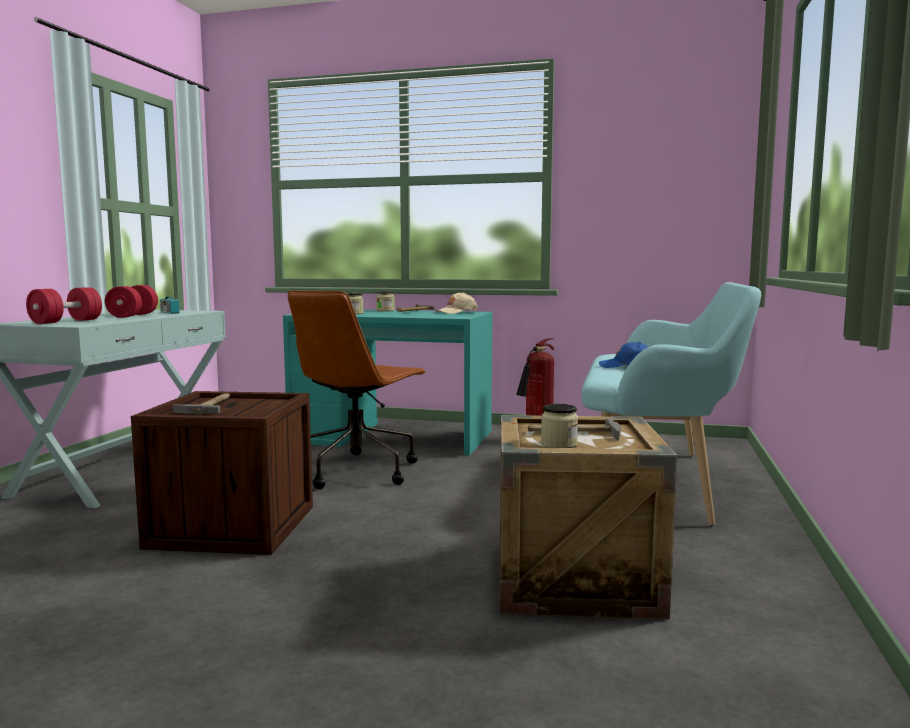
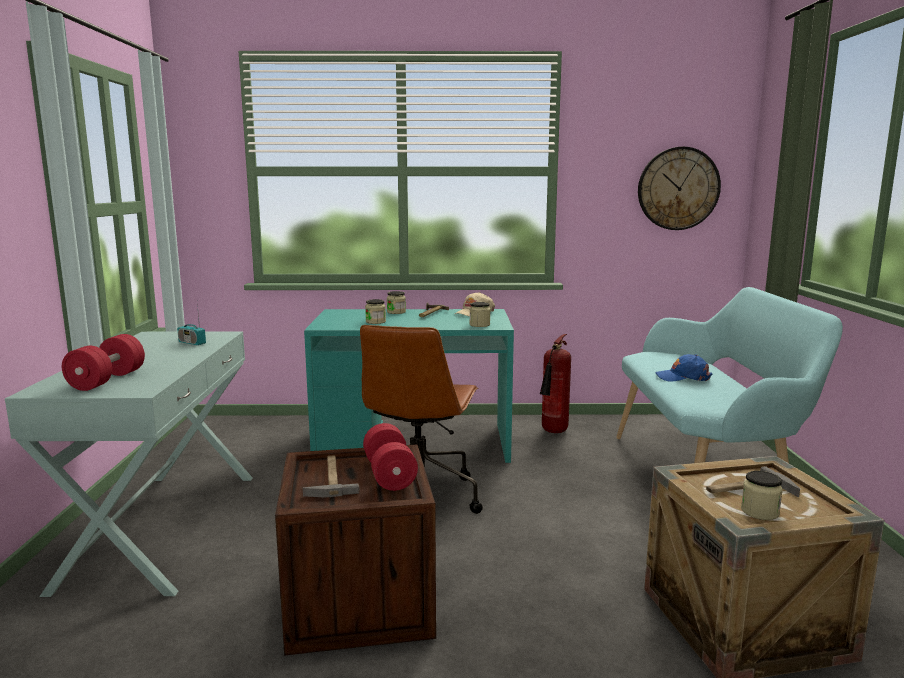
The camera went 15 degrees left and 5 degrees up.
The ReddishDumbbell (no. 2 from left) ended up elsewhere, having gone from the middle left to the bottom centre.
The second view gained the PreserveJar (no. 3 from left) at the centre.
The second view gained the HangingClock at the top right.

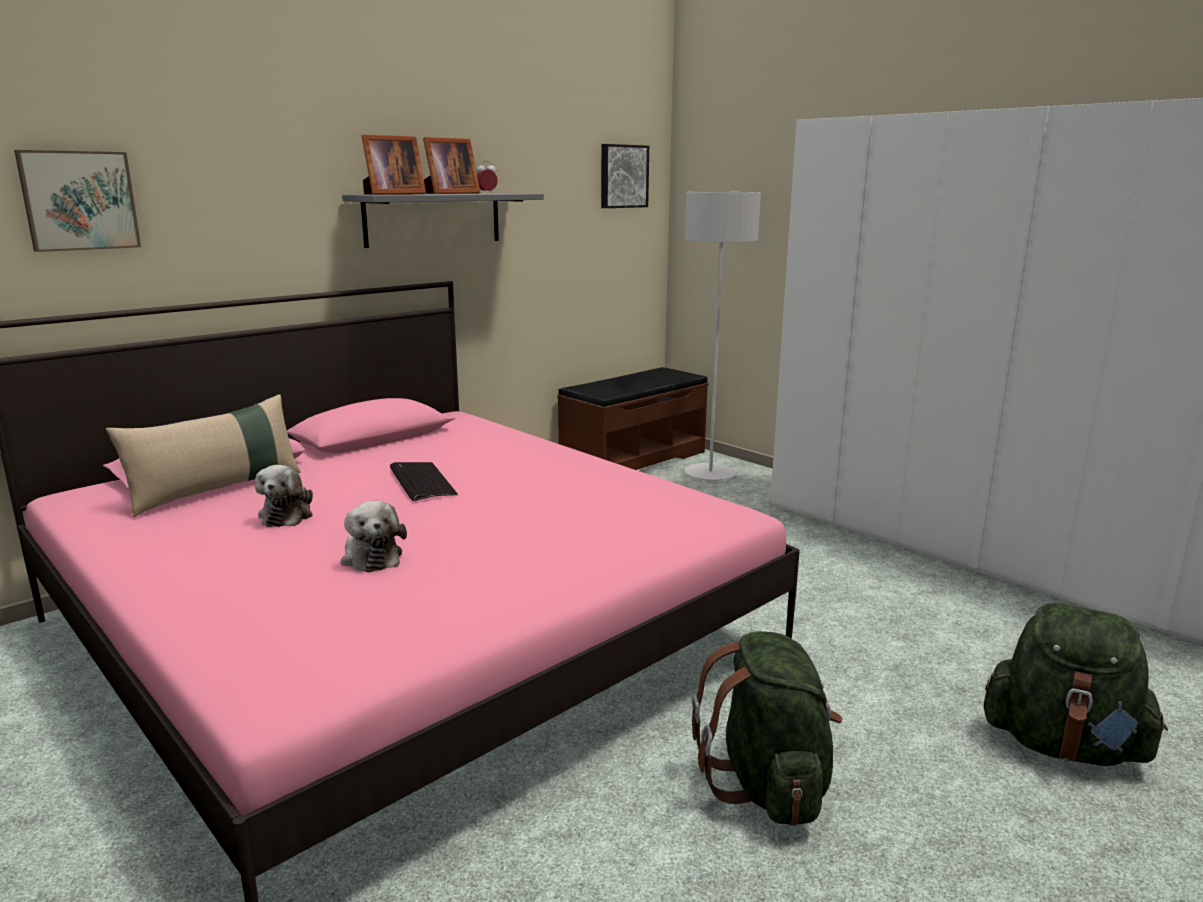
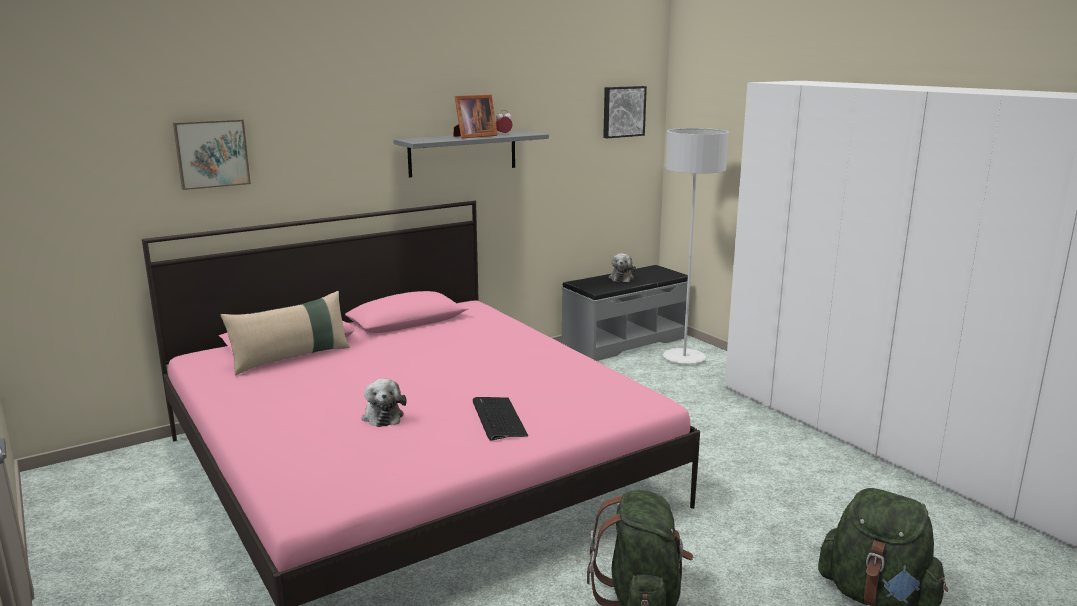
The camera went 10 degrees right and 0 degrees up.
The CuddlyToy (no. 1 from left in the first image) ended up elsewhere, having gone from the middle left to the centre.
The second view lost the PhotoFrame (no. 1 from left) at the top left.
The Keyboard ended up elsewhere, having gone from the centre to the bottom centre.
What was the BrownBench at the centre turned into the GreyBench at the centre.

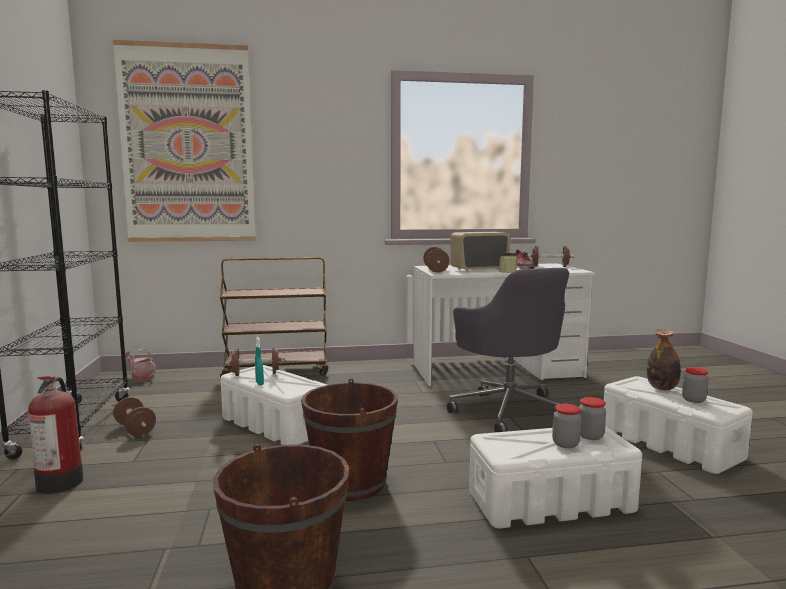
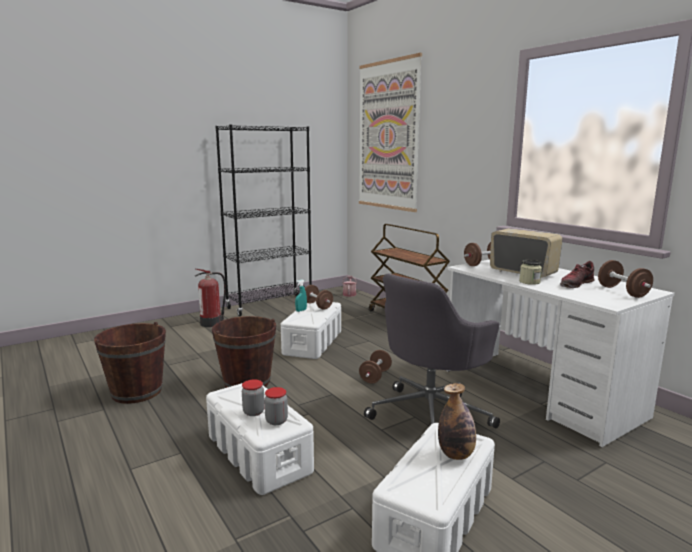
The camera went 65 degrees right and 5 degrees up.
The BrownDumbbell (no. 1 from left in the first image) ended up elsewhere, having gone from the bottom left to the centre.
The second view lost the PreserveJar (no. 4 from left) at the middle right.

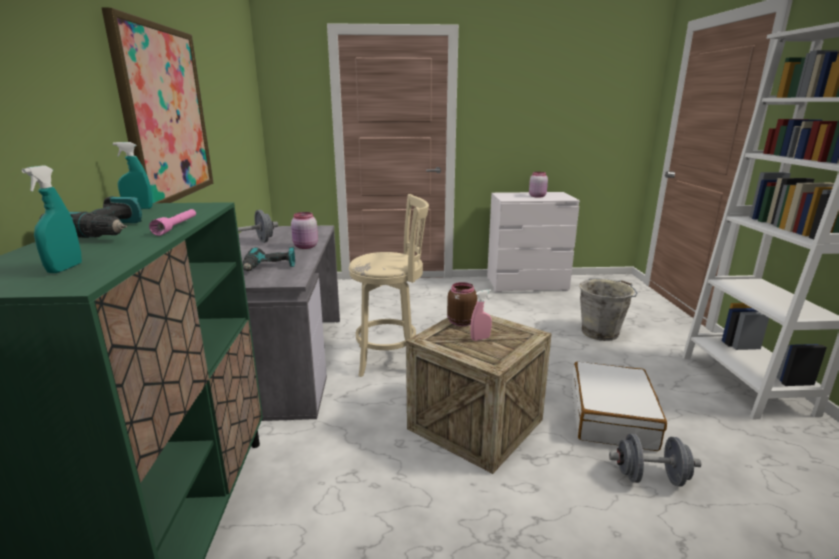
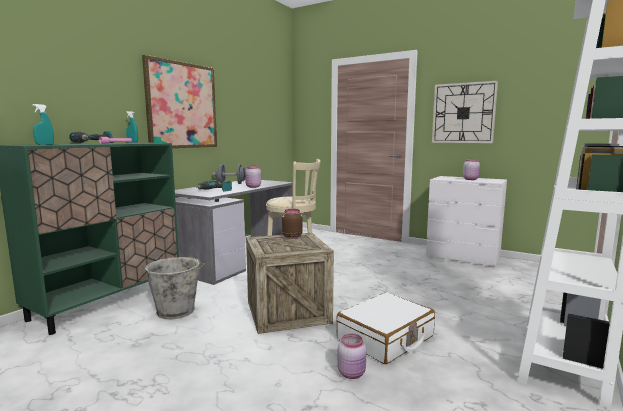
The camera went 35 degrees right and 10 degrees down.
The second view lost the PinkishHandSprayer at the centre.
The GreyWaterBucket ended up elsewhere, having gone from the middle right to the bottom left.
Where the GreyDumbbell (no. 2 from left) stood at the bottom right, the PinkishPreserveJar (no. 2 from left) came to stand at the bottom centre.
The second view gained the HangingClock at the top right.

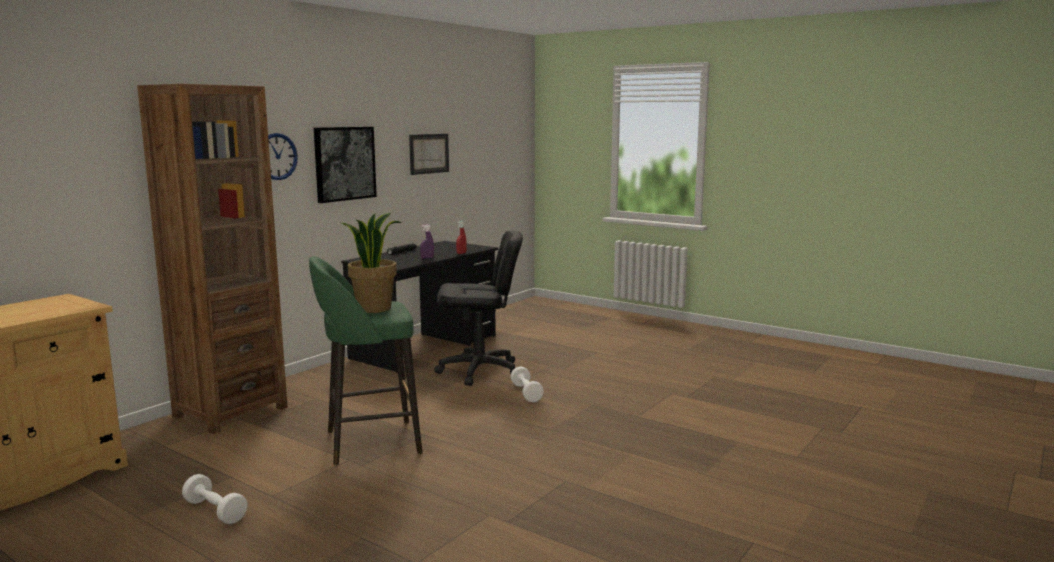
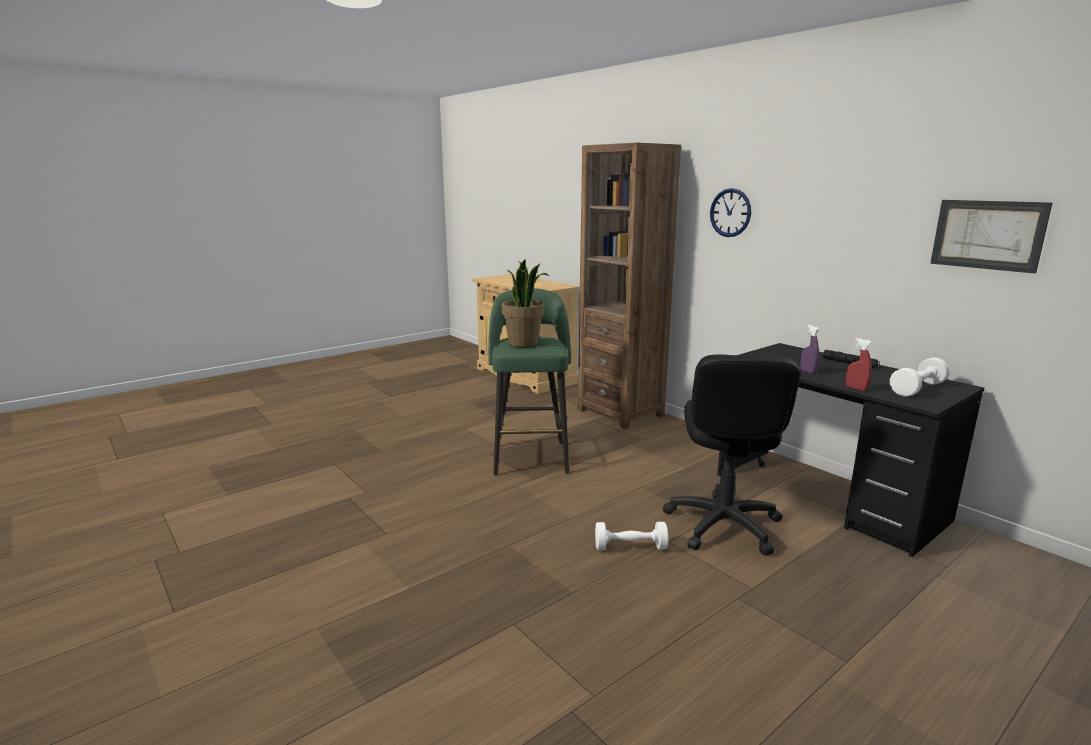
The camera went 105 degrees right and 5 degrees up.
The WhiteColouredDumbbell (no. 1 from left in the first image) ended up elsewhere, having gone from the bottom left to the middle right.
The second view lost the WallArt (no. 1 from left) at the top left.

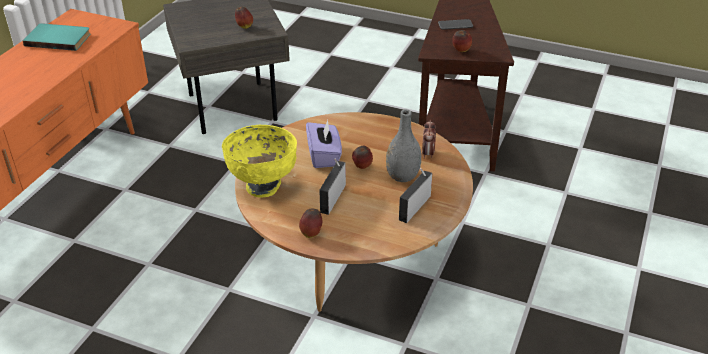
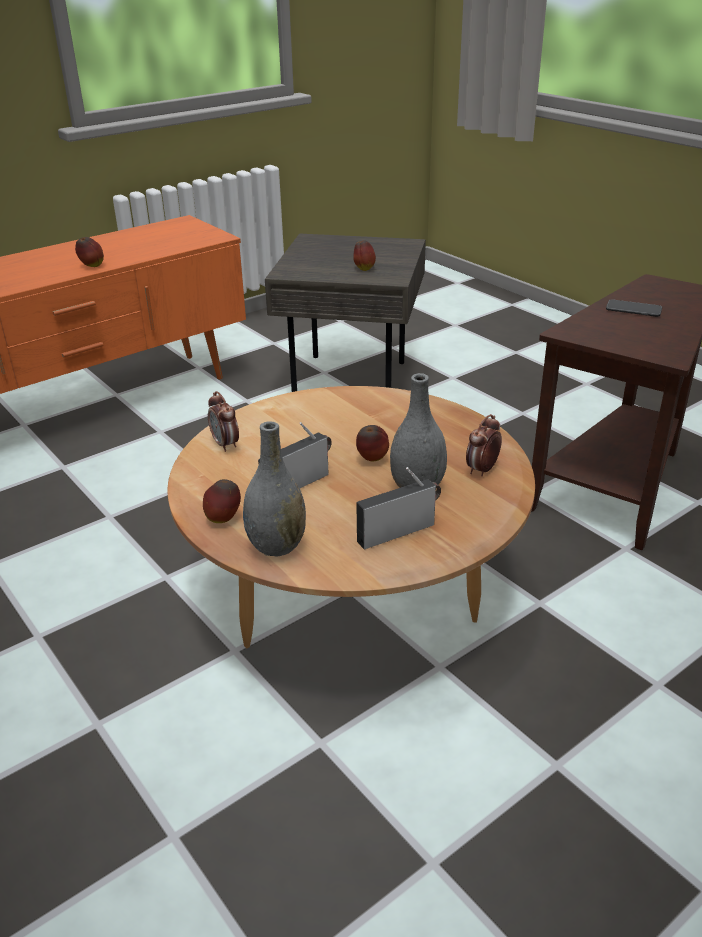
The camera went 30 degrees right and 5 degrees down.
The second view lost the BlueGreenBoundBook at the top left.
Where the YellowDeepDish stood at the centre, the BedsideClock (no. 1 from left) came to stand at the middle left.
The second view lost the PurpleTissueBox at the centre.
The Apple (no. 4 from left in the first image) ended up elsewhere, having gone from the top centre to the top left.
The second view gained the GreyDecorativeVase (no. 1 from left) at the centre.

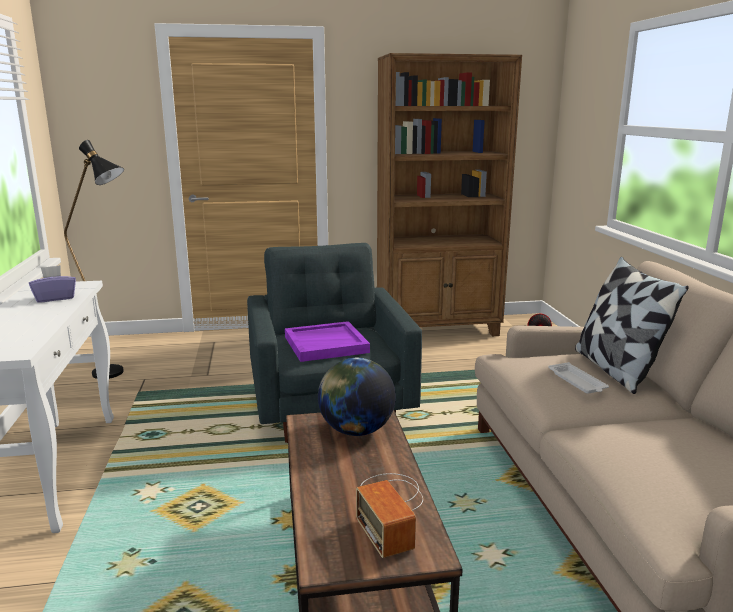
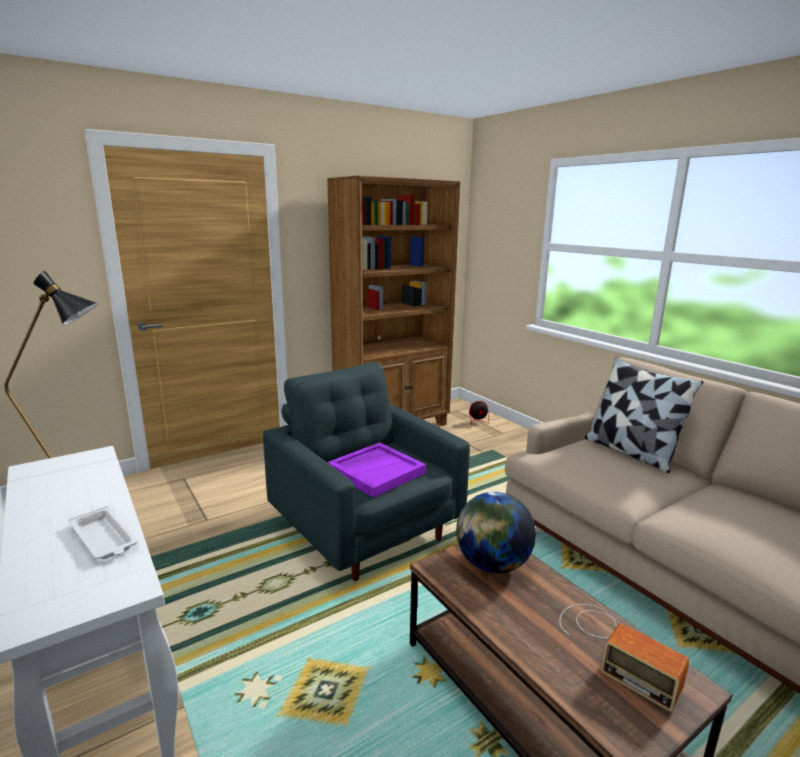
The camera went 25 degrees left and 0 degrees up.
The second view lost the PurpleTissueBox at the middle left.
The WhiteColouredServingTray ended up elsewhere, having gone from the middle right to the bottom left.

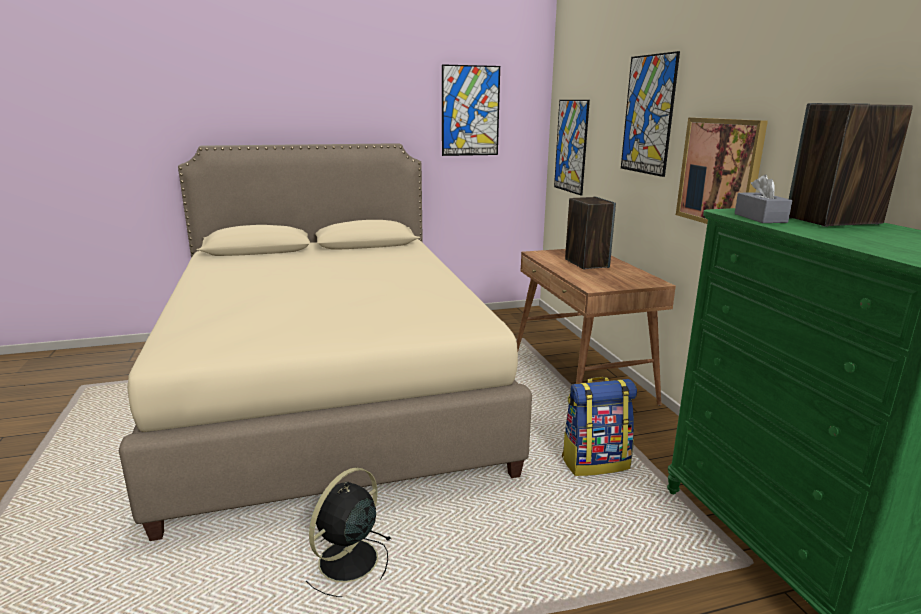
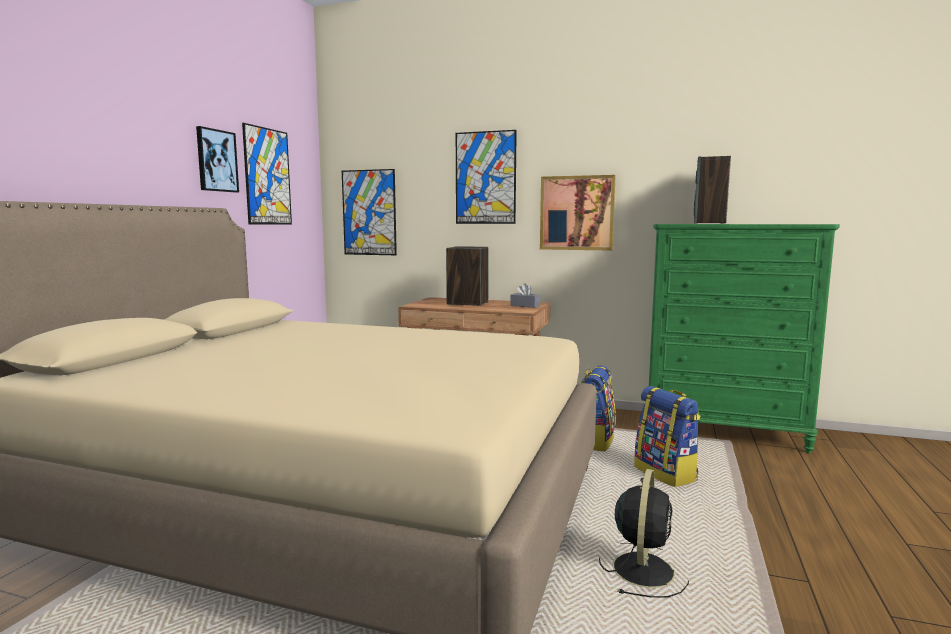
The camera went 55 degrees left and 10 degrees down.
The BlackColouredFan at the bottom centre ended up facing another way, 135 degrees counterclockwise from before.
The GreyTissueBox ended up elsewhere, having gone from the top right to the centre.
The second view gained the WallArt (no. 1 from left) at the top left.
The second view gained the Rucksack (no. 2 from left) at the bottom right.

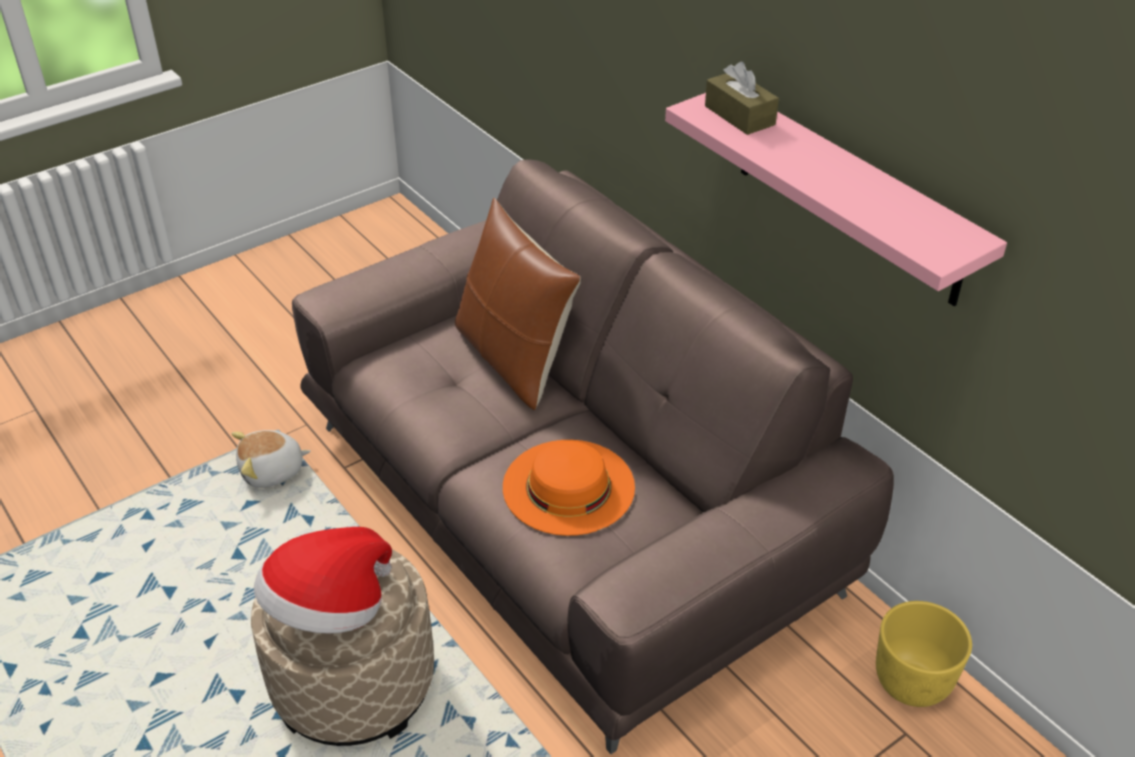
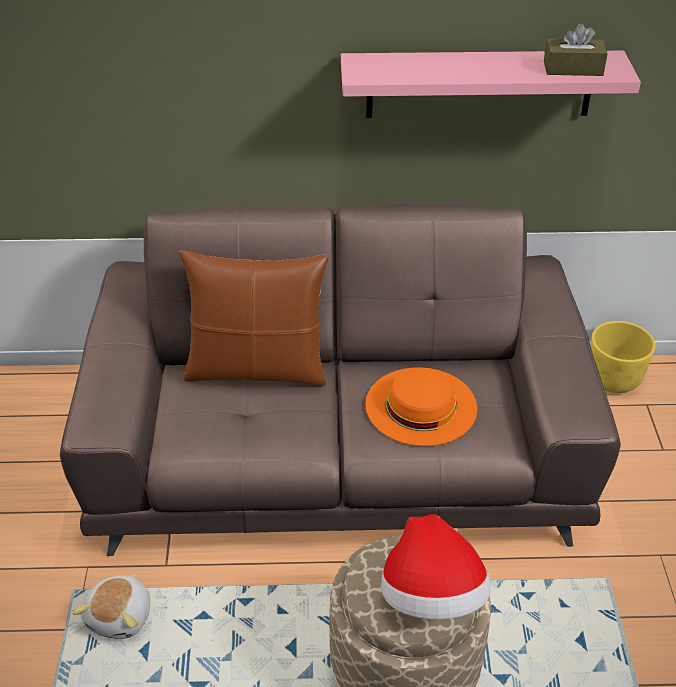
The camera went 55 degrees left and 0 degrees up.
The BrownTissueBox ended up elsewhere, having gone from the top centre to the top right.

